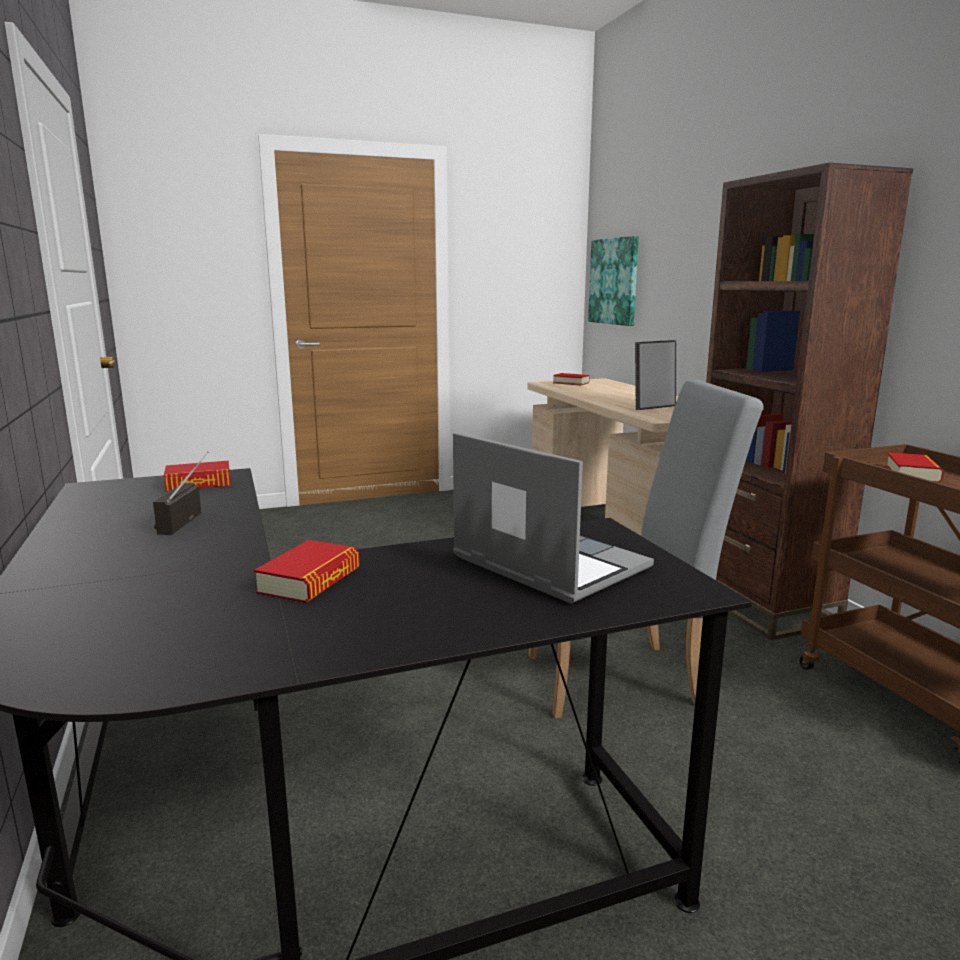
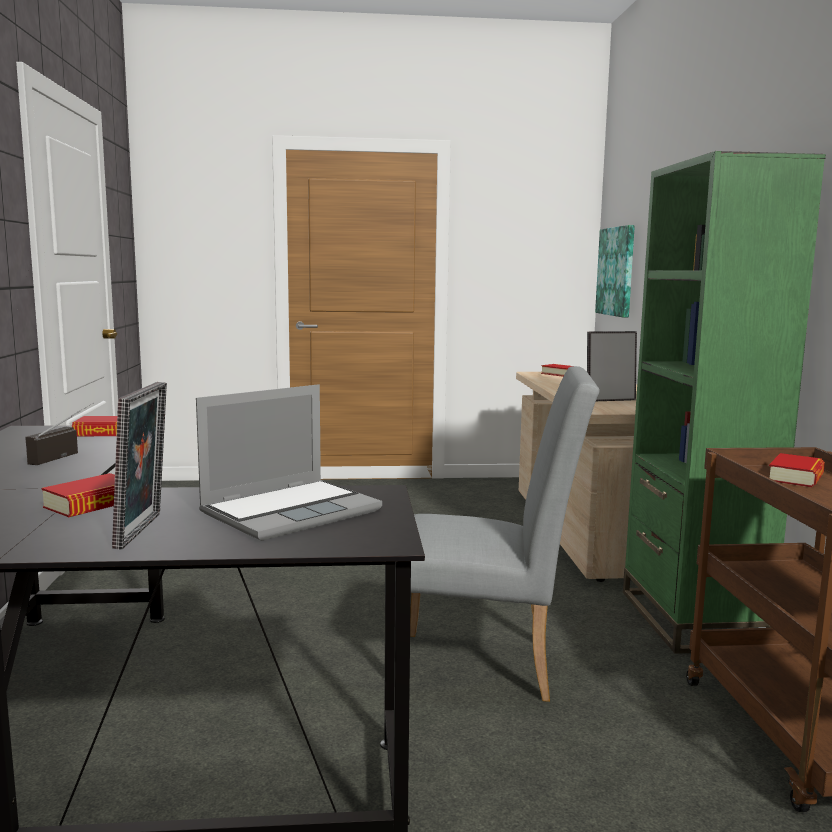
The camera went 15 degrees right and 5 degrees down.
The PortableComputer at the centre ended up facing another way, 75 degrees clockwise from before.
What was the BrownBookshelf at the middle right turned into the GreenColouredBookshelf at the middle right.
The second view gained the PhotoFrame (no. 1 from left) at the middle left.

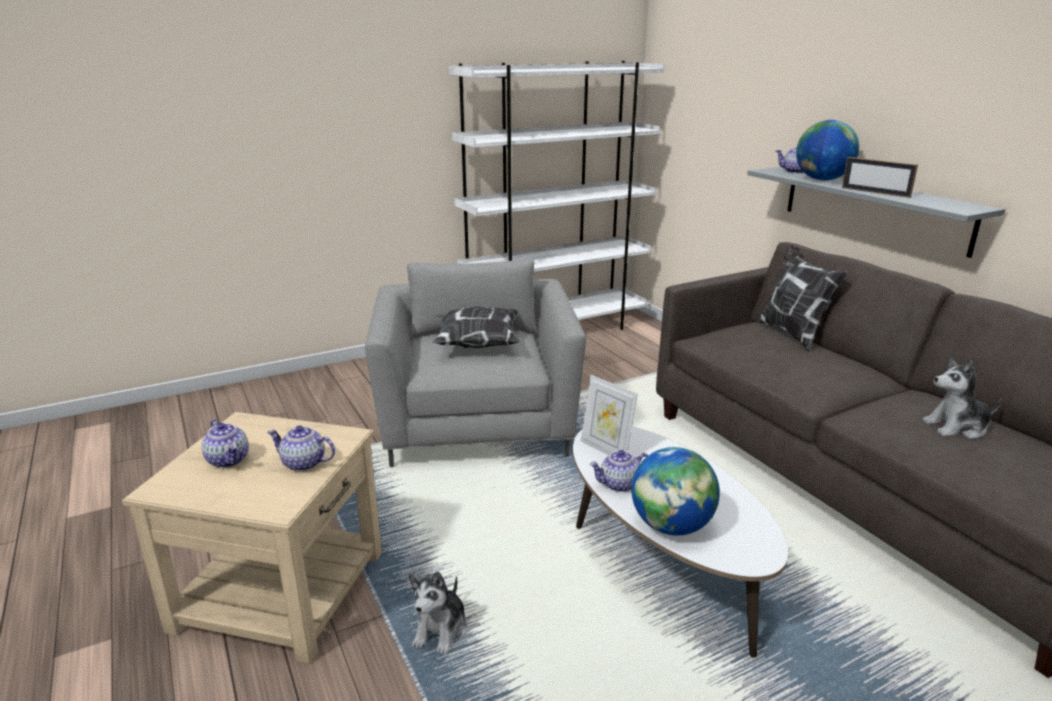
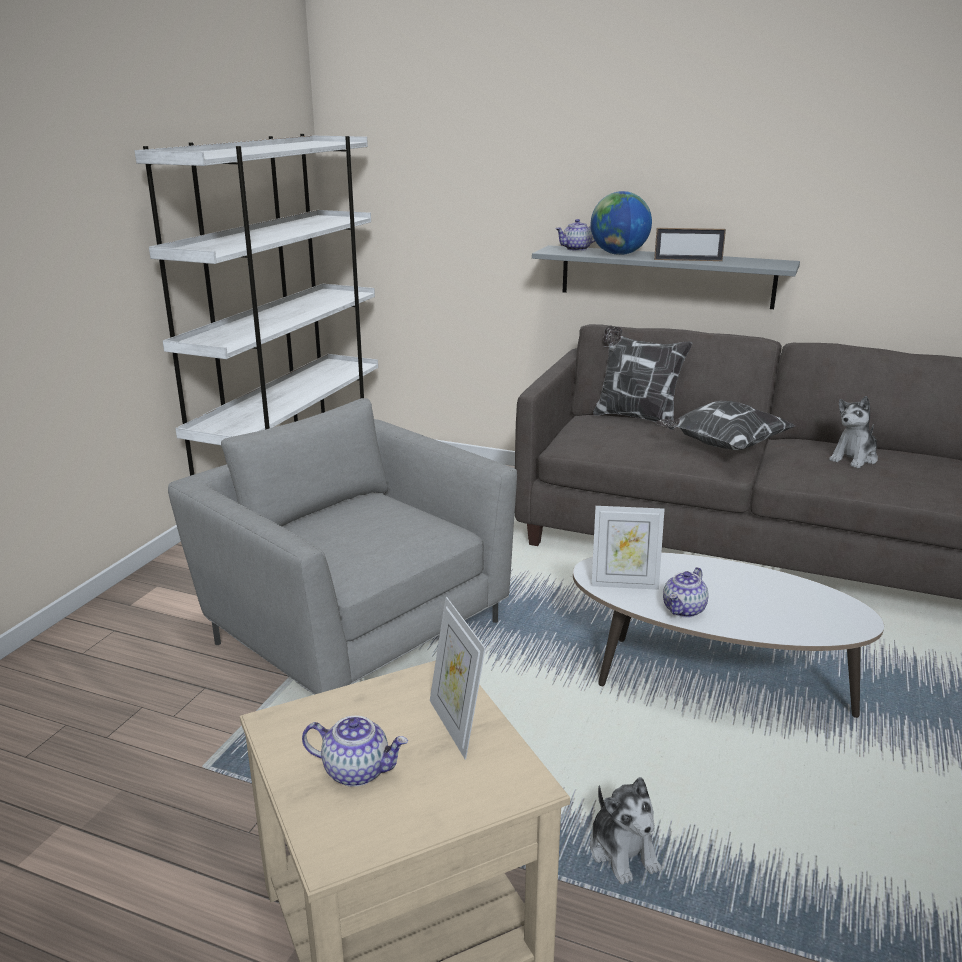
The camera went 40 degrees left and 0 degrees up.
Where the Teapot (no. 2 from left) stood at the middle left, the PhotoFrame (no. 1 from left) came to stand at the bottom centre.
The ThrowPillow (no. 1 from left in the first image) ended up elsewhere, having gone from the centre to the middle right.
The second view lost the Globe (no. 1 from left) at the bottom centre.

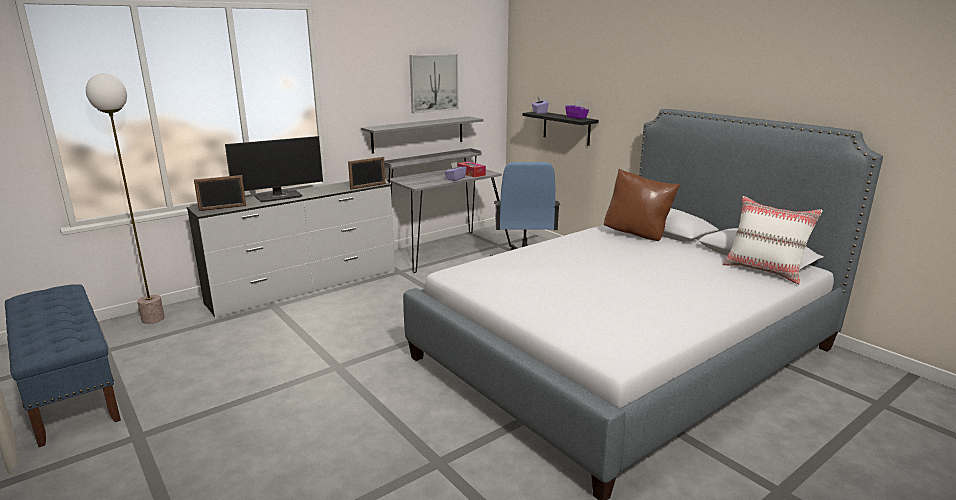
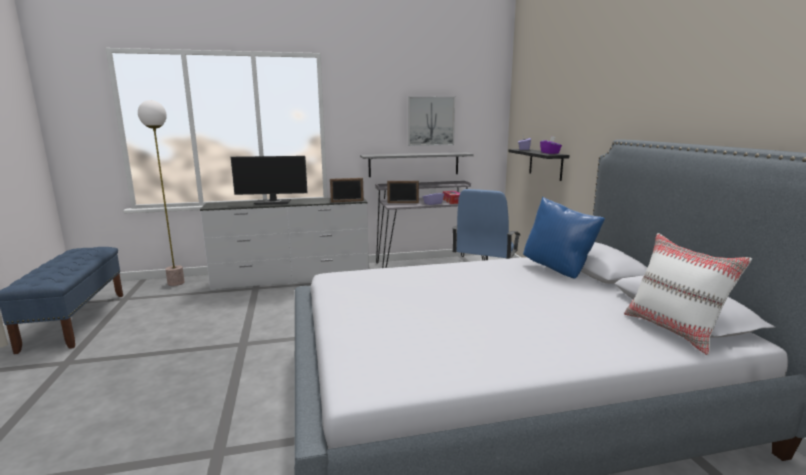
The camera went 25 degrees right and 5 degrees down.
The PhotoFrame (no. 1 from left in the first image) ended up elsewhere, having gone from the middle left to the centre.
What was the BrownThrowPillow at the middle right turned into the BluishThrowPillow at the middle right.

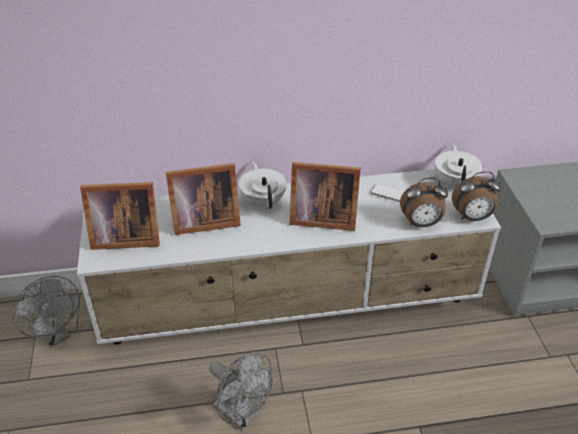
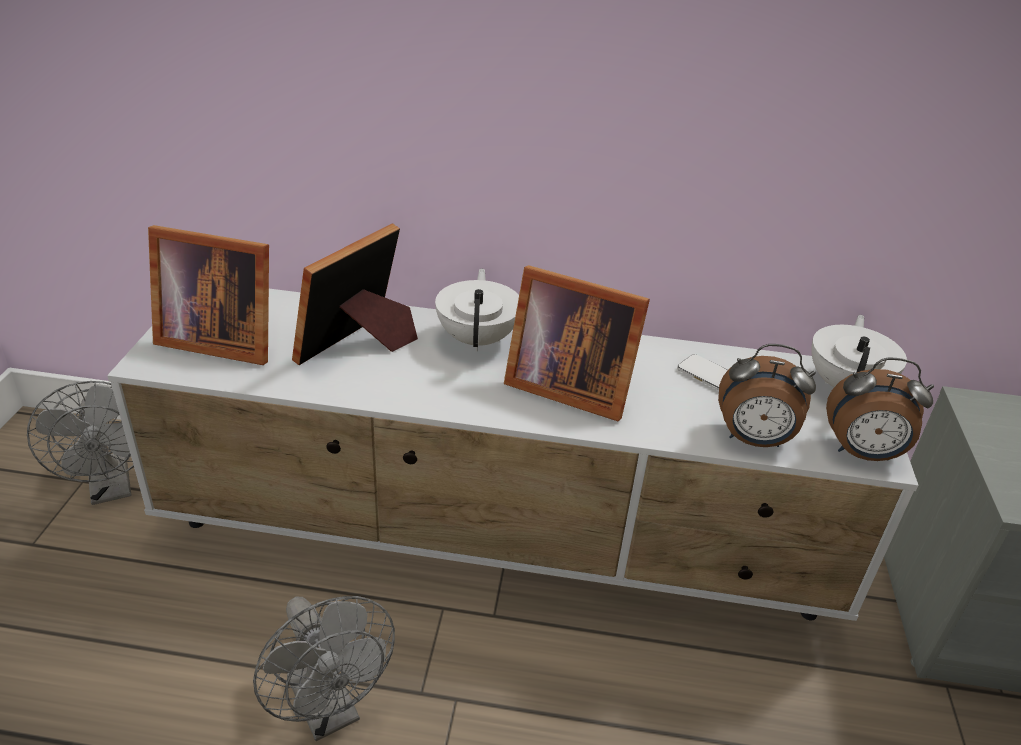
The camera went 15 degrees right and 5 degrees down.
The PhotoFrame (no. 2 from left) at the centre ended up facing another way, 120 degrees clockwise from before.

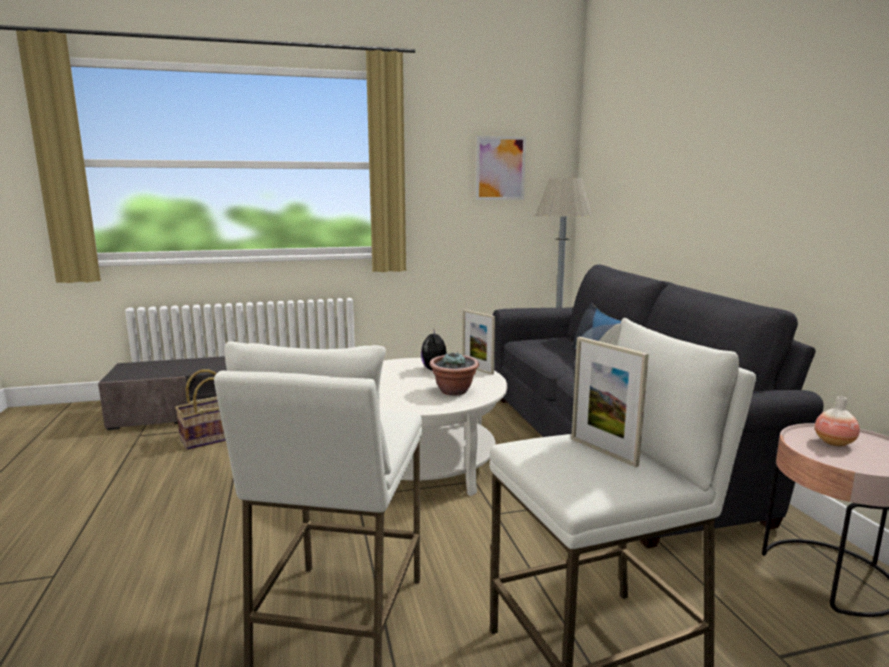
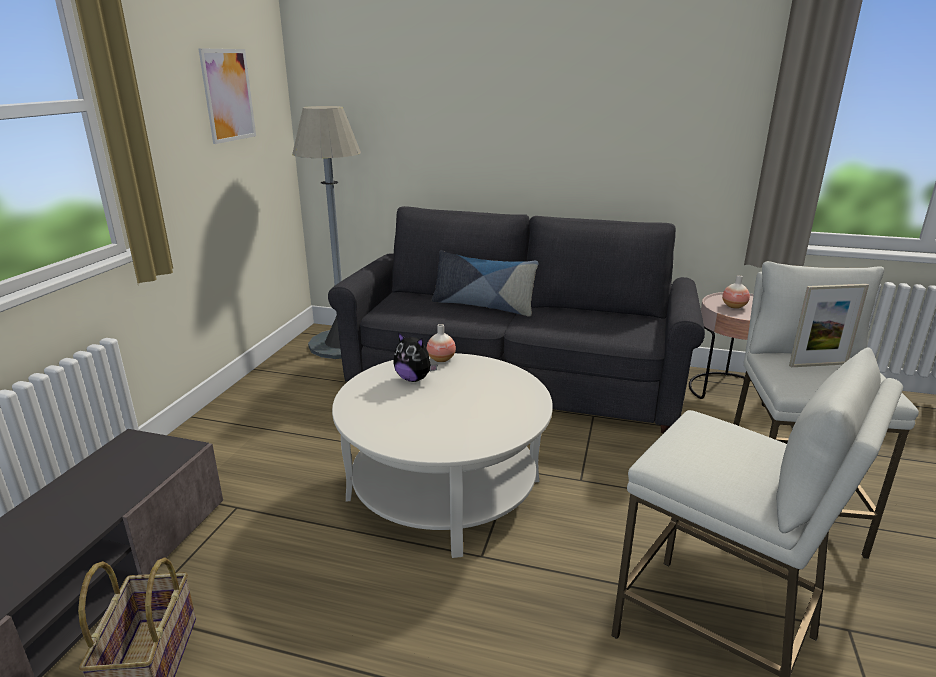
The camera went 60 degrees left and 10 degrees up.
The second view lost the PlantInAPot at the centre.
Where the PhotoFrame (no. 1 from left) stood at the centre, the DecorativeVase (no. 1 from left) came to stand at the centre.

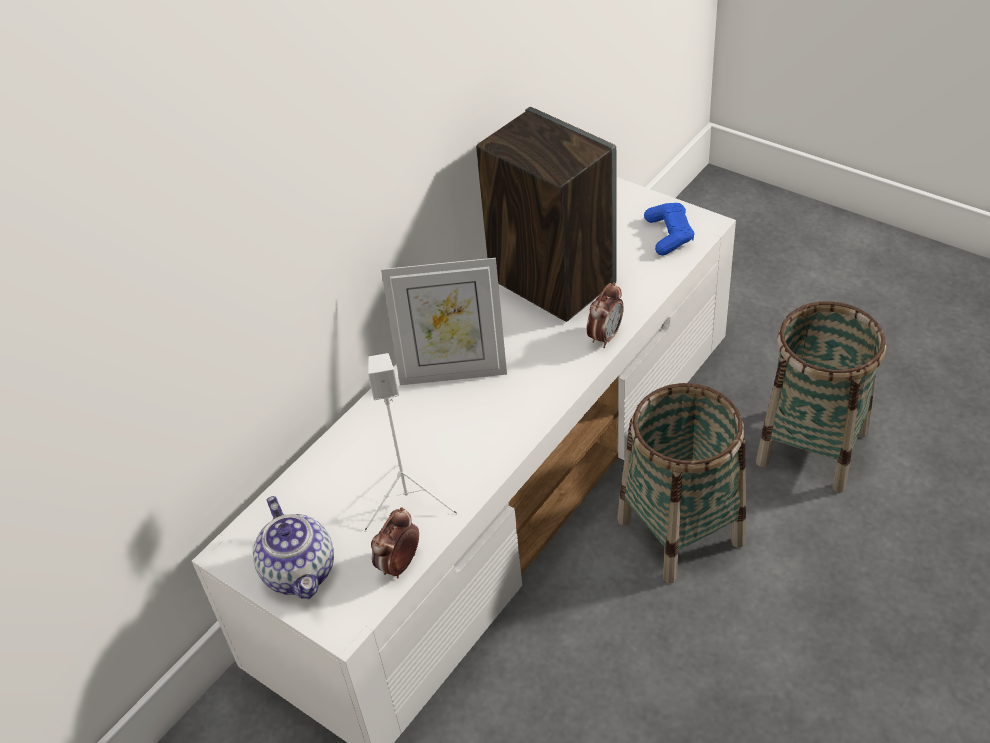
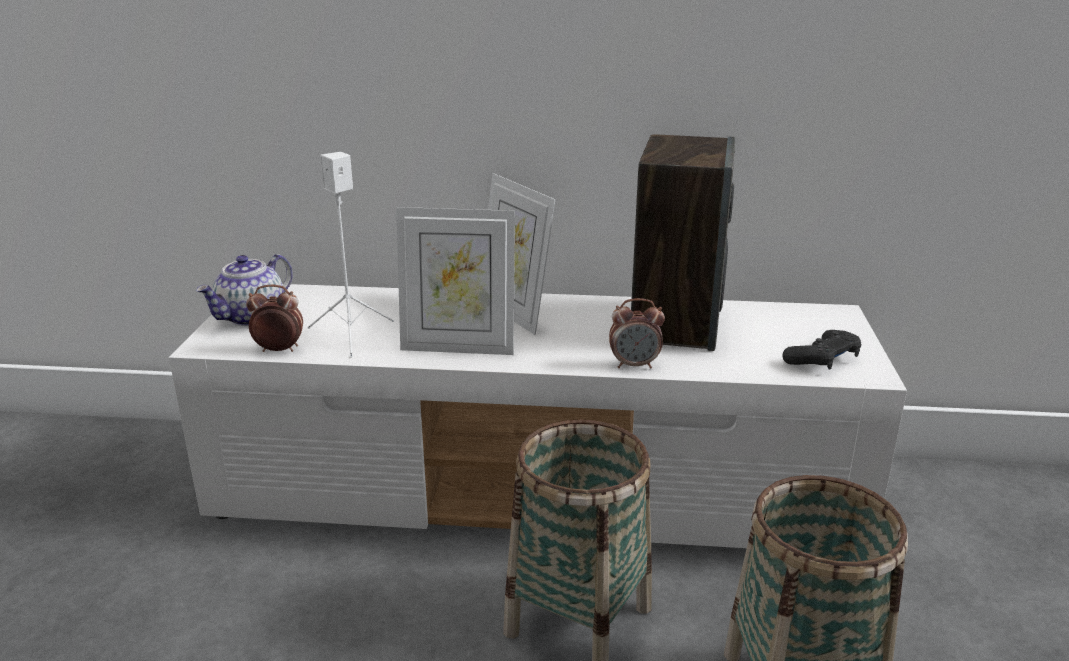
The camera went 55 degrees right and 20 degrees down.
What was the BluishJoypad at the top right turned into the BlackColouredJoypad at the middle right.
The second view gained the PhotoFrame (no. 1 from left) at the centre.

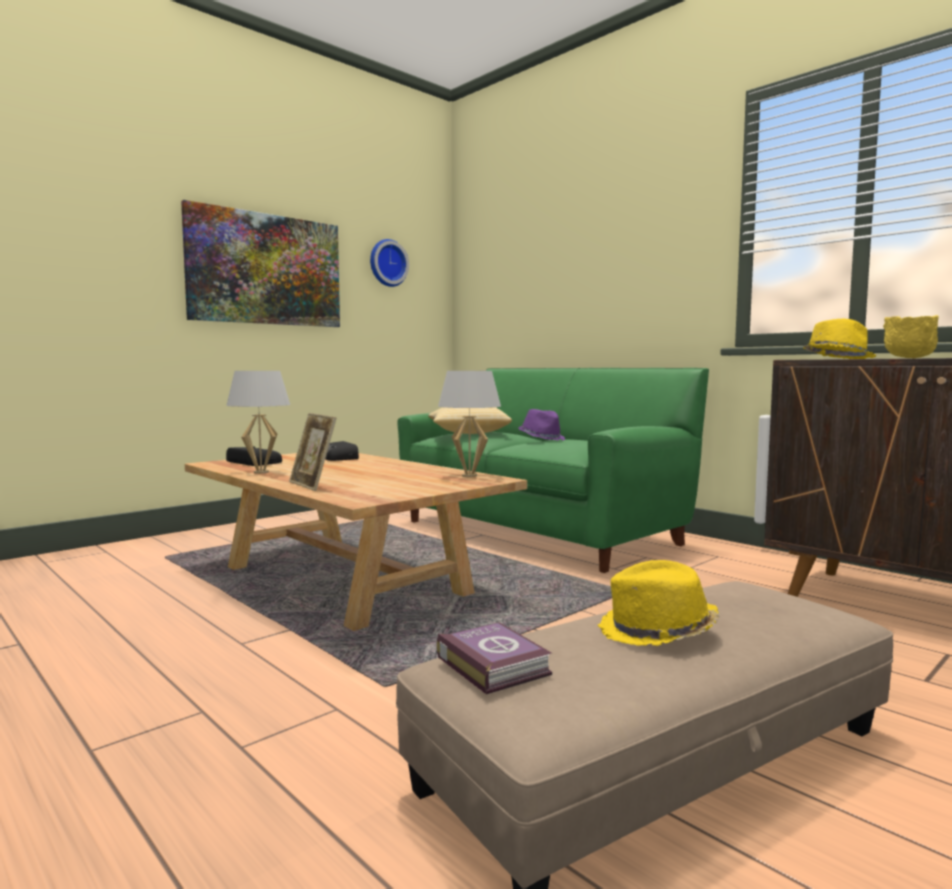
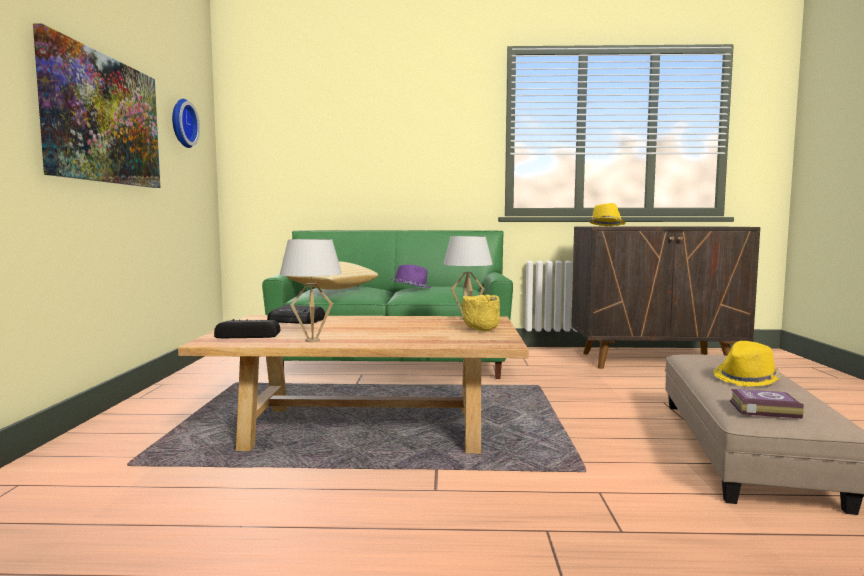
The camera went 45 degrees left and 0 degrees up.
The second view lost the PhotoFrame at the middle left.
The YellowDeepDish ended up elsewhere, having gone from the middle right to the centre.

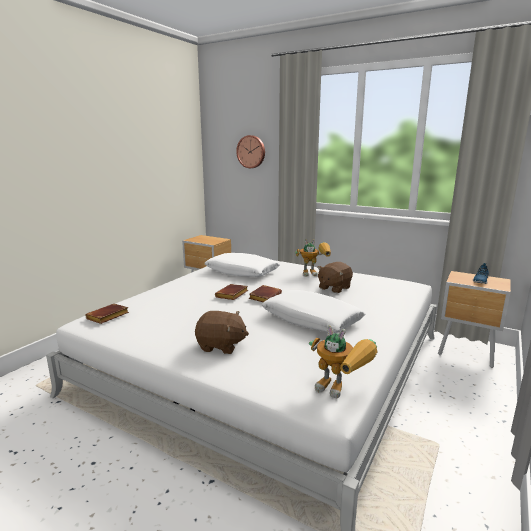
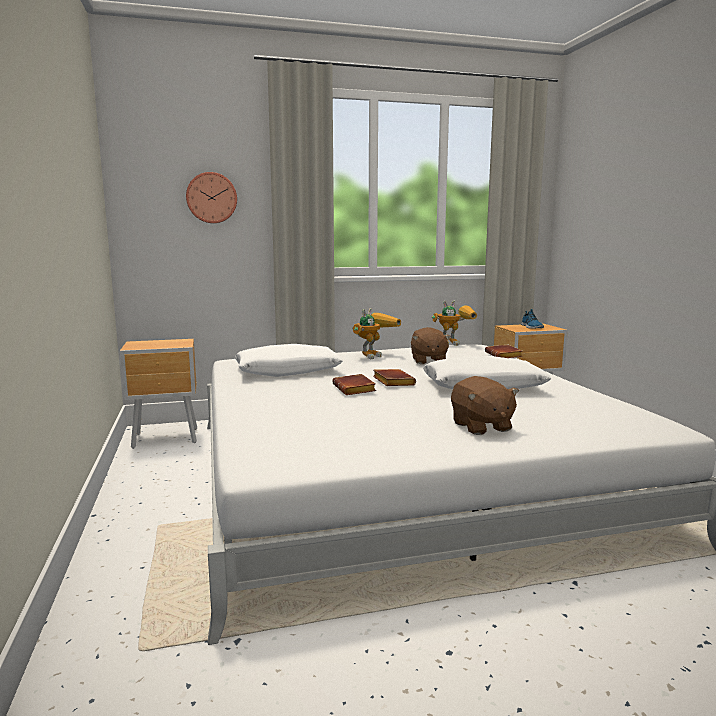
The camera went 45 degrees left and 5 degrees down.
The BrownBoundBook (no. 1 from left in the first image) ended up elsewhere, having gone from the middle left to the middle right.
The BrownCuddlyToy (no. 1 from left in the first image) at the centre ended up facing another way, 105 degrees clockwise from before.
The ModelRobot (no. 2 from left) ended up elsewhere, having gone from the bottom centre to the centre.

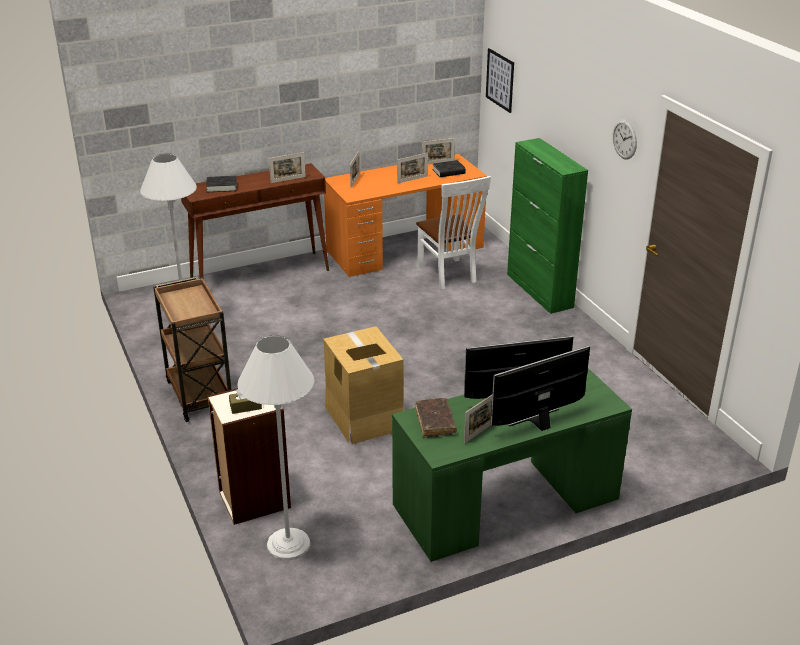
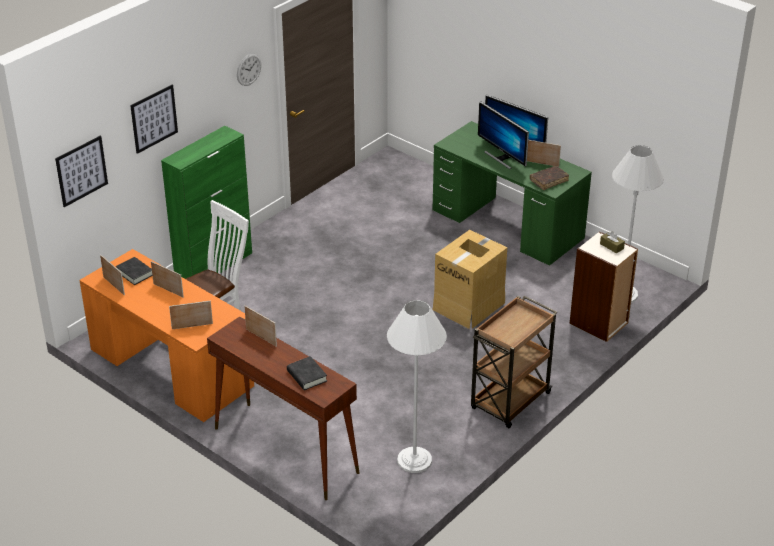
The camera went 115 degrees left and 5 degrees up.
The second view gained the WallArt (no. 2 from left) at the top left.

